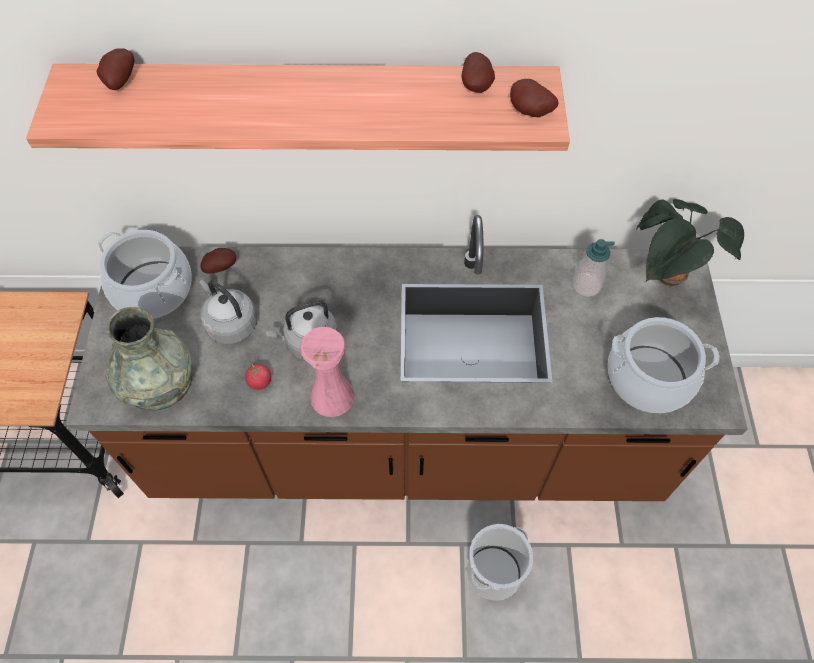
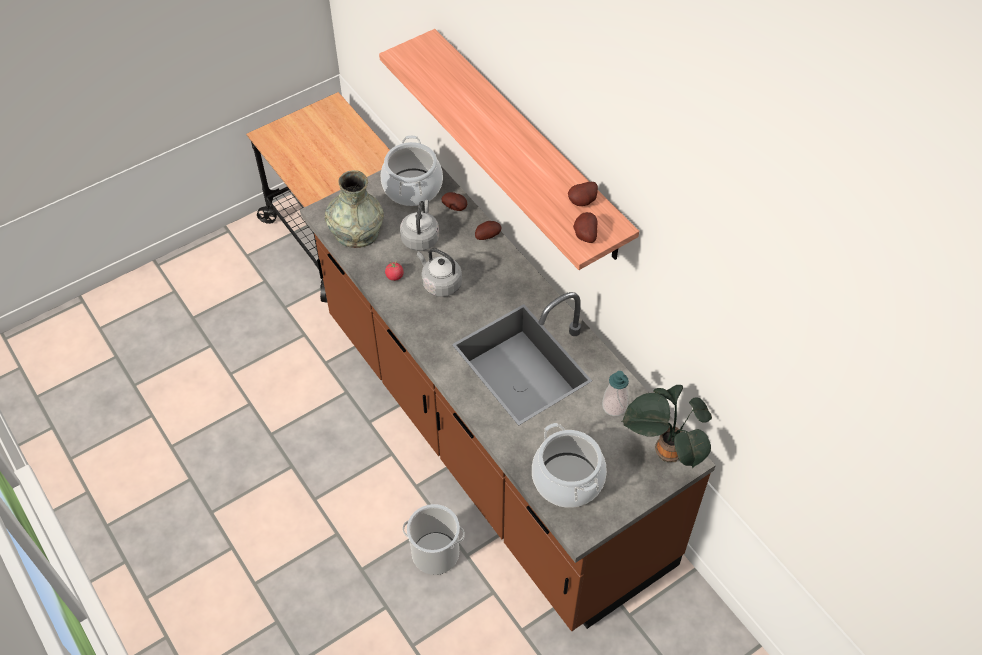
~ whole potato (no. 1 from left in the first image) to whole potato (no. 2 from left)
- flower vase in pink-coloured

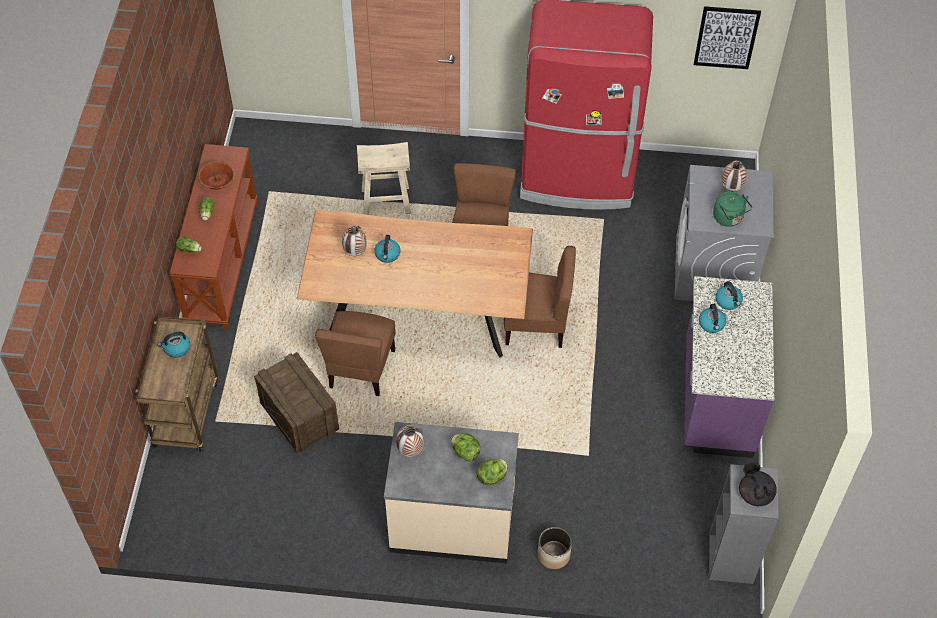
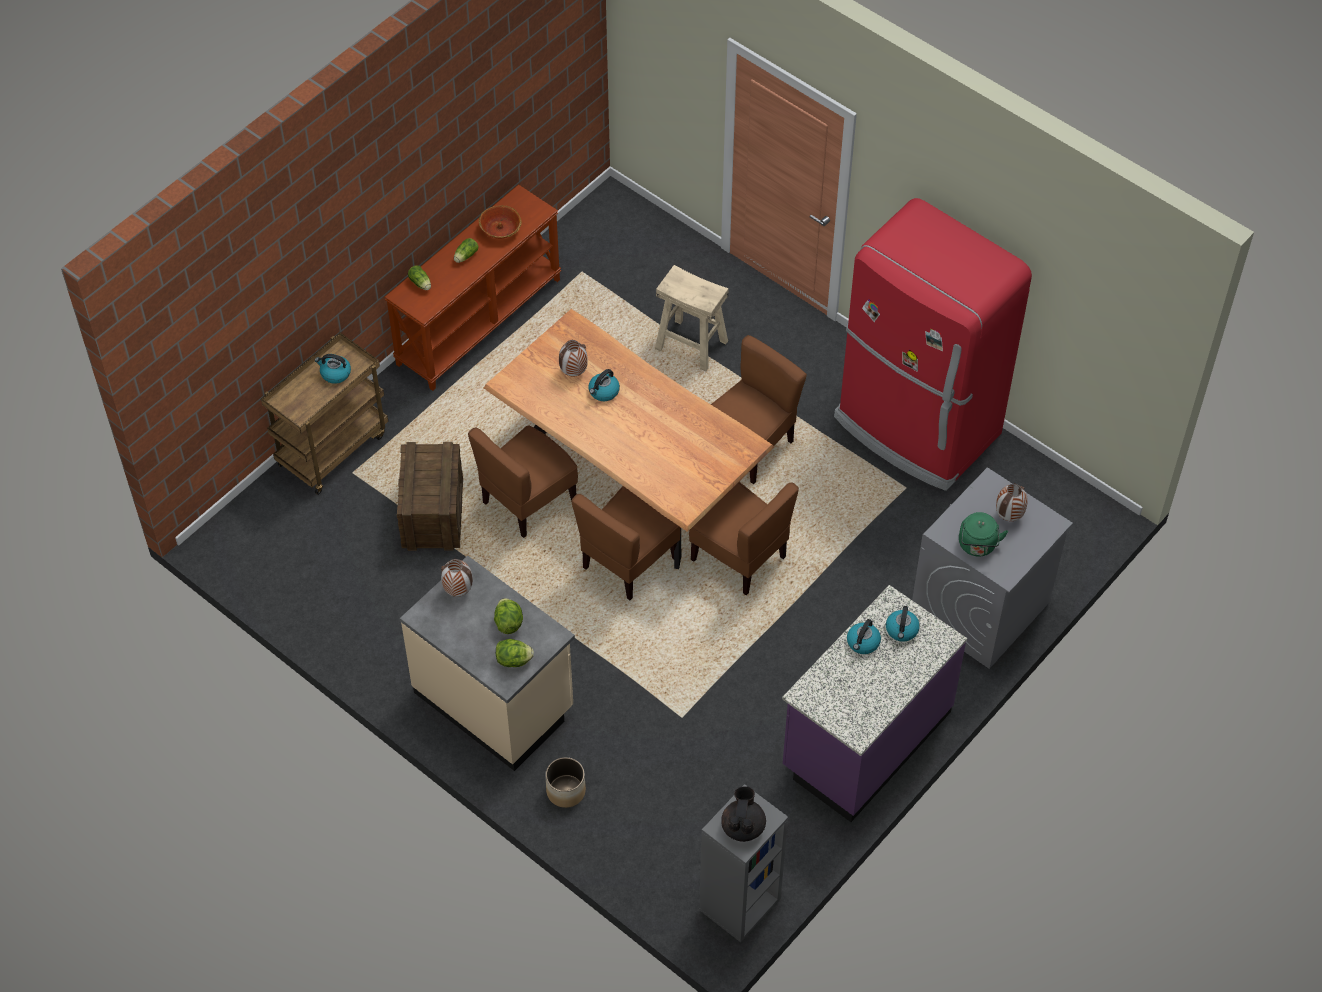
- wall art
+ upright chair in brownish (no. 2 from left)

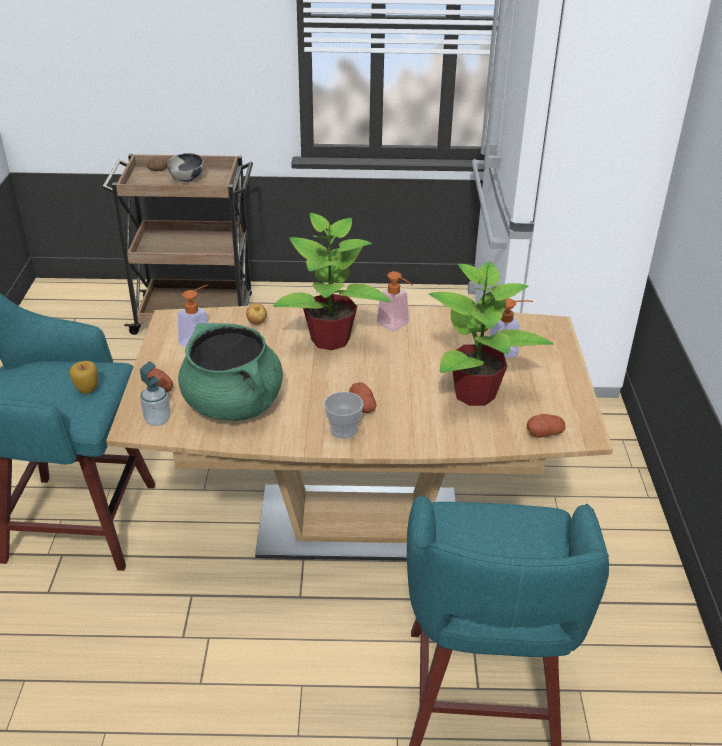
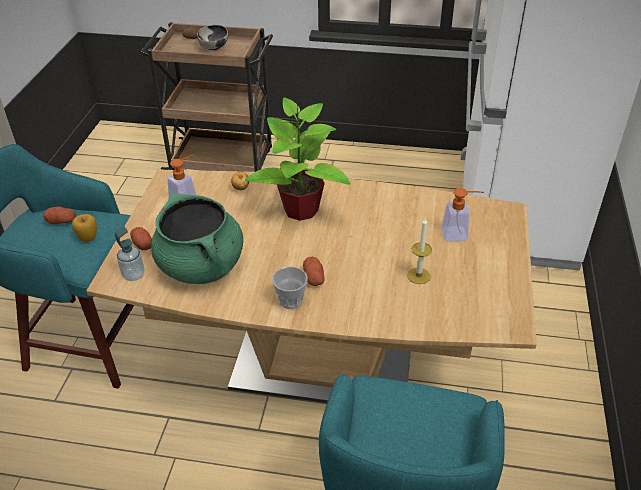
- liquid soap bottle (no. 3 from left)
~ plant in a pot (no. 2 from left) to wax light
~ whole potato (no. 4 from left in the first image) to whole potato (no. 1 from left)

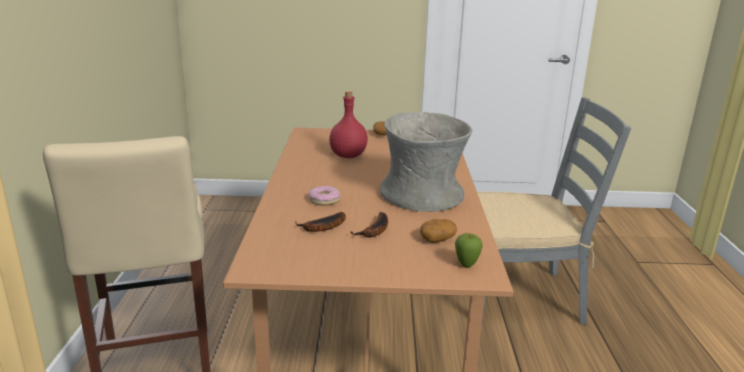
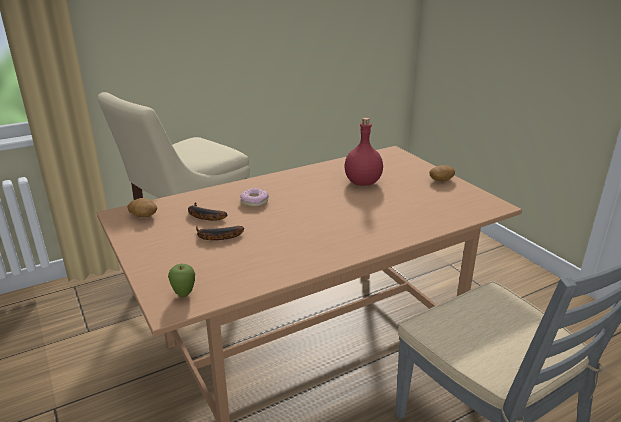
- flower vase in gray
~ whole potato (no. 2 from left in the first image) to whole potato (no. 1 from left)

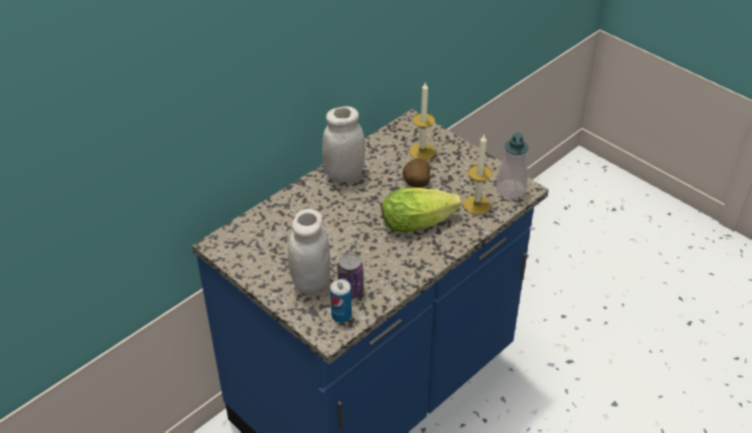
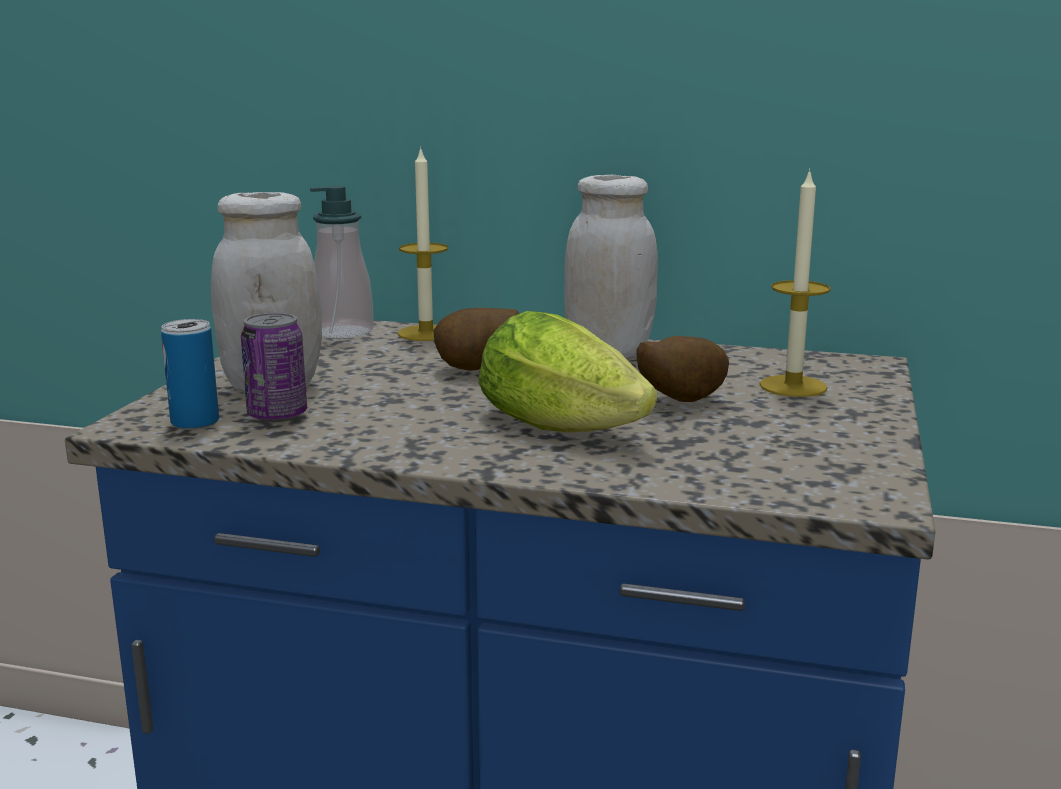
~ wax light (no. 2 from left in the first image) to wax light (no. 1 from left)
~ liquid soap bottle
+ whole potato (no. 1 from left)

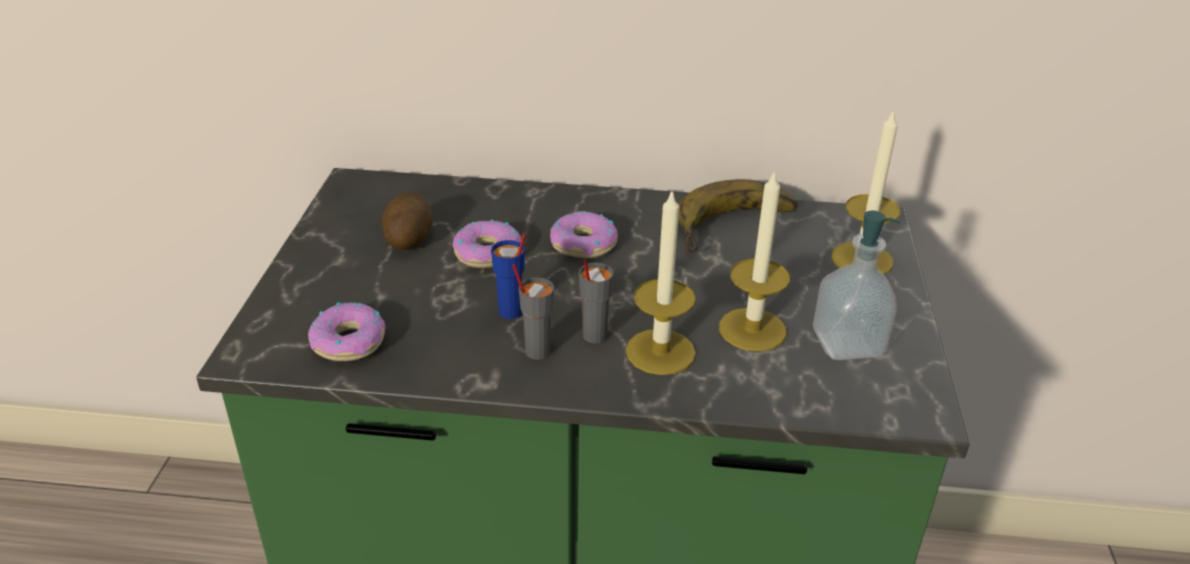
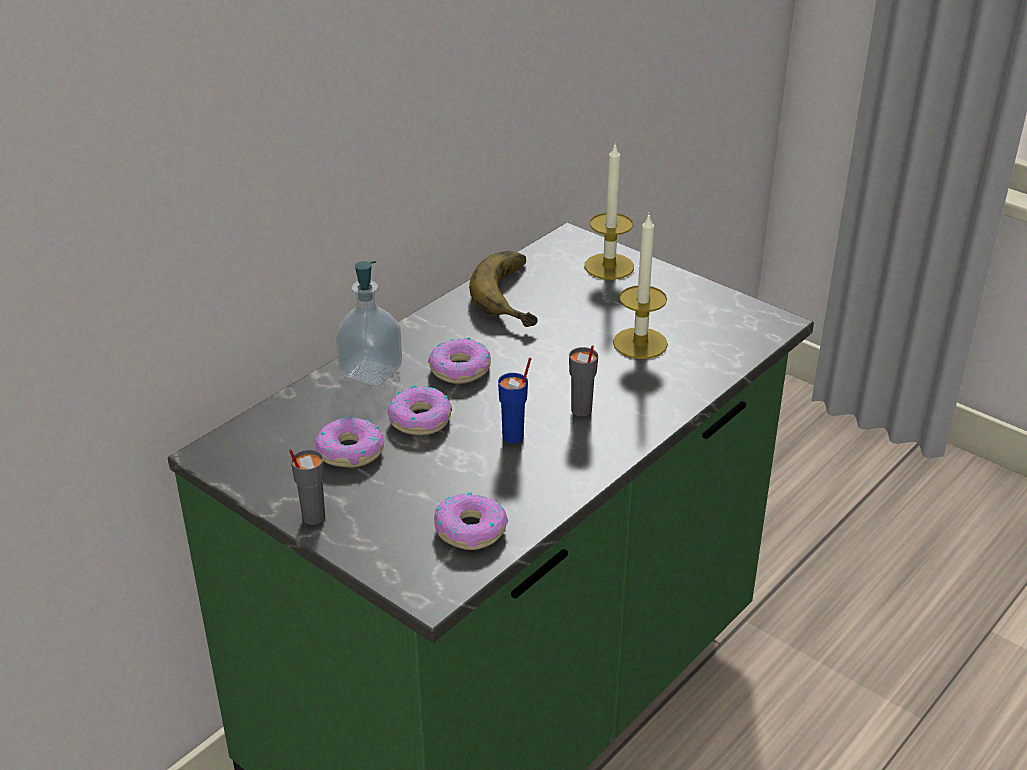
~ whole potato to doughnut (no. 1 from left)
~ cup in gray (no. 1 from left)
- wax light (no. 1 from left)
~ liquid soap bottle

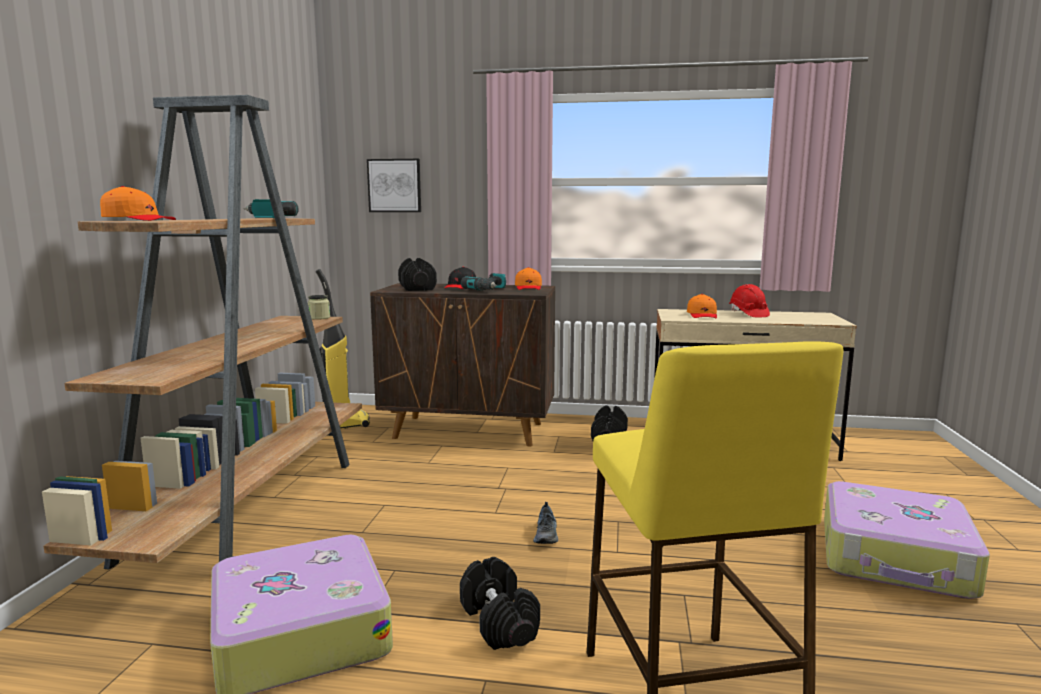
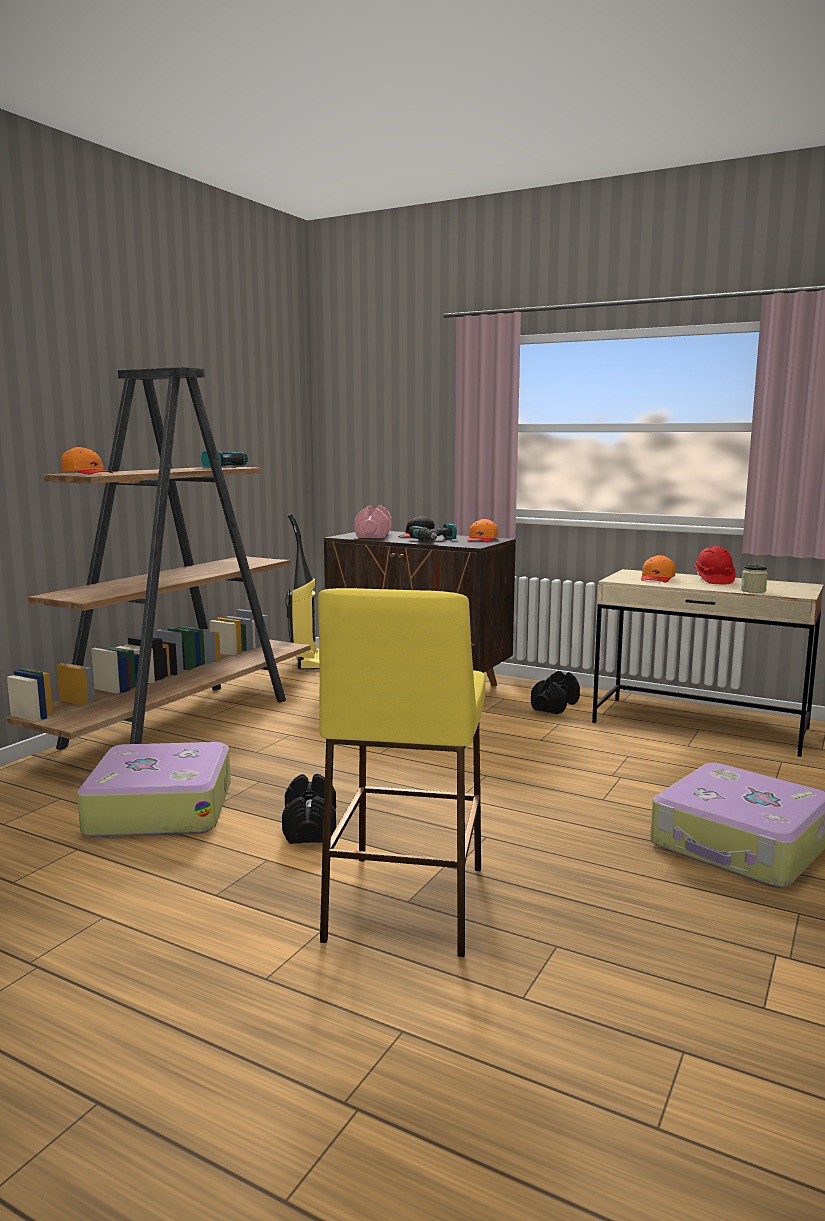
~ jar
- wall art
~ hand weight in blackish (no. 1 from left) to hand weight in pink-coloured
- item of footwear

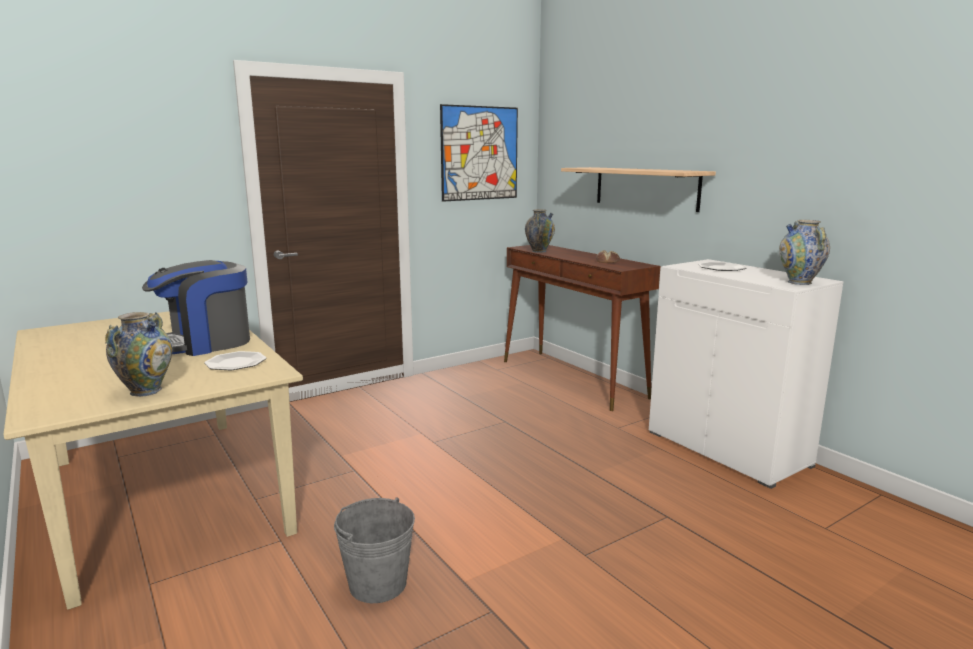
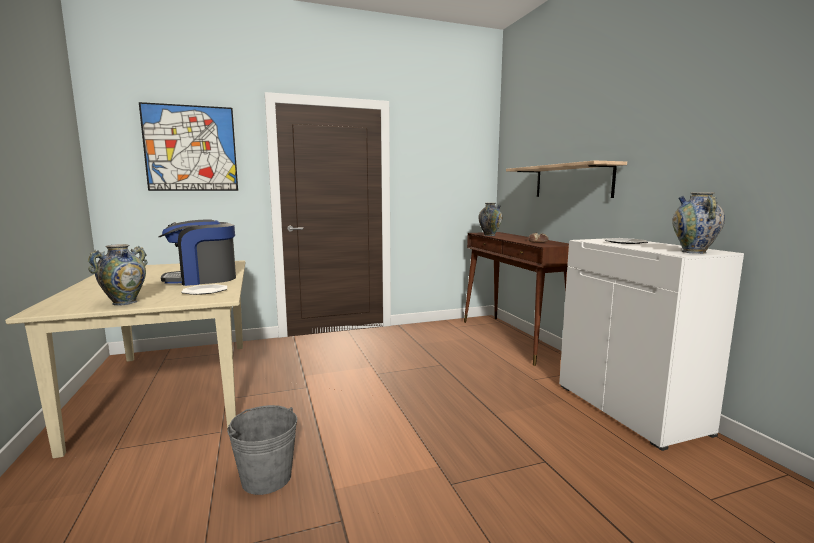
~ wall art

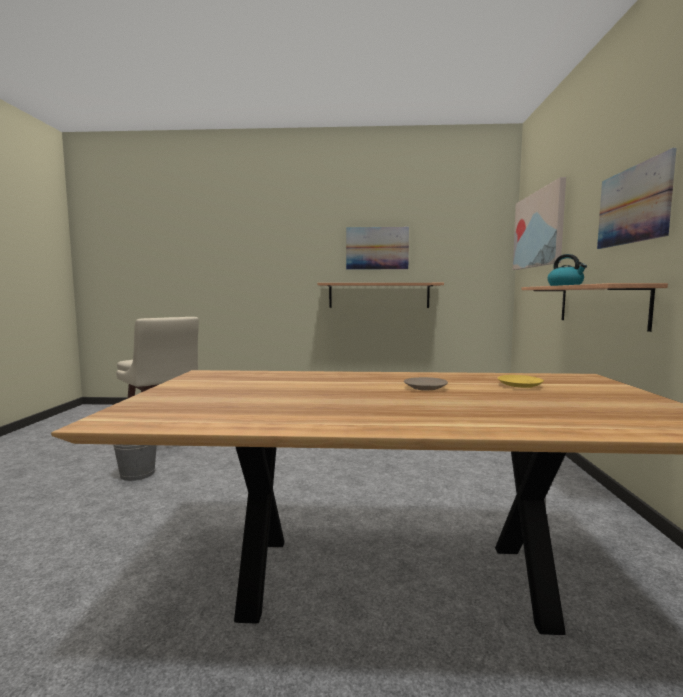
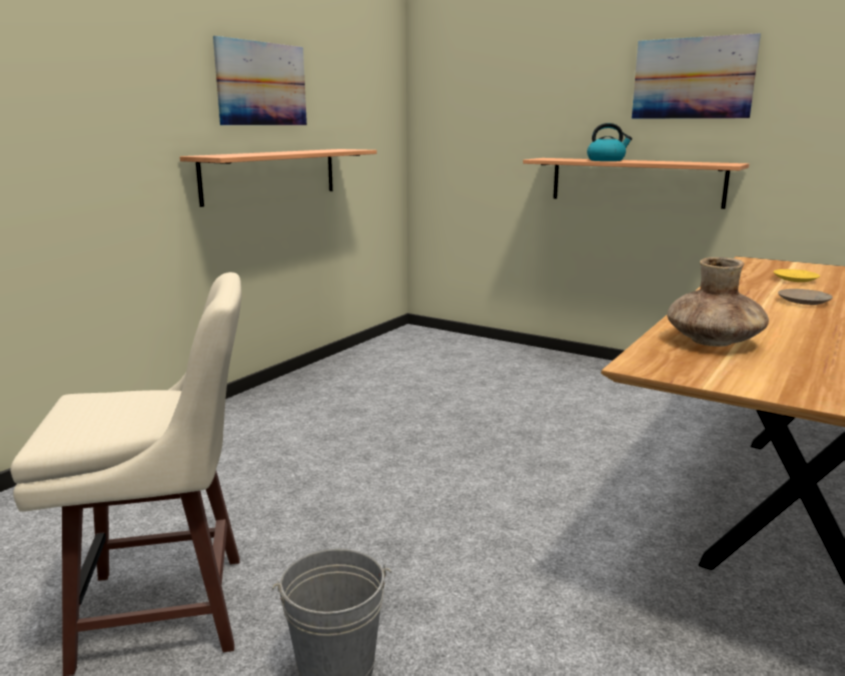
- wall art (no. 2 from left)
+ flower vase in brownish

